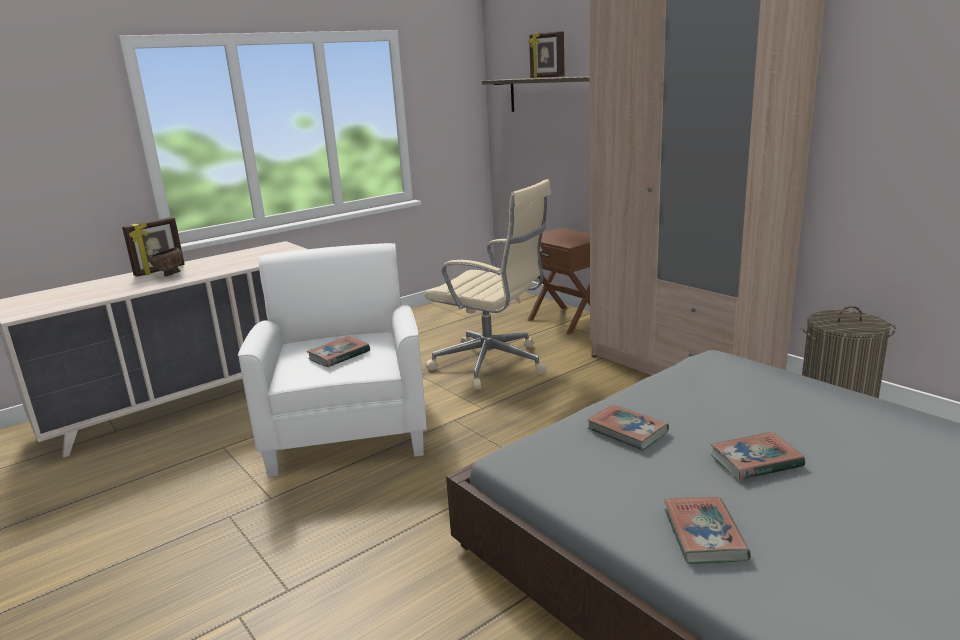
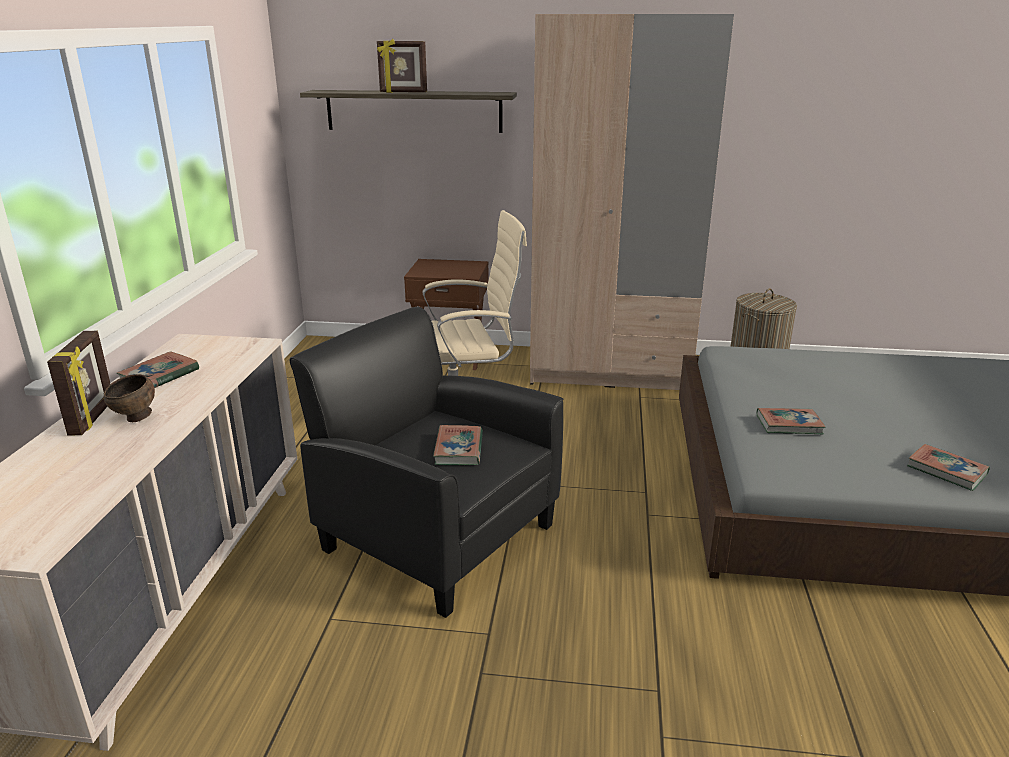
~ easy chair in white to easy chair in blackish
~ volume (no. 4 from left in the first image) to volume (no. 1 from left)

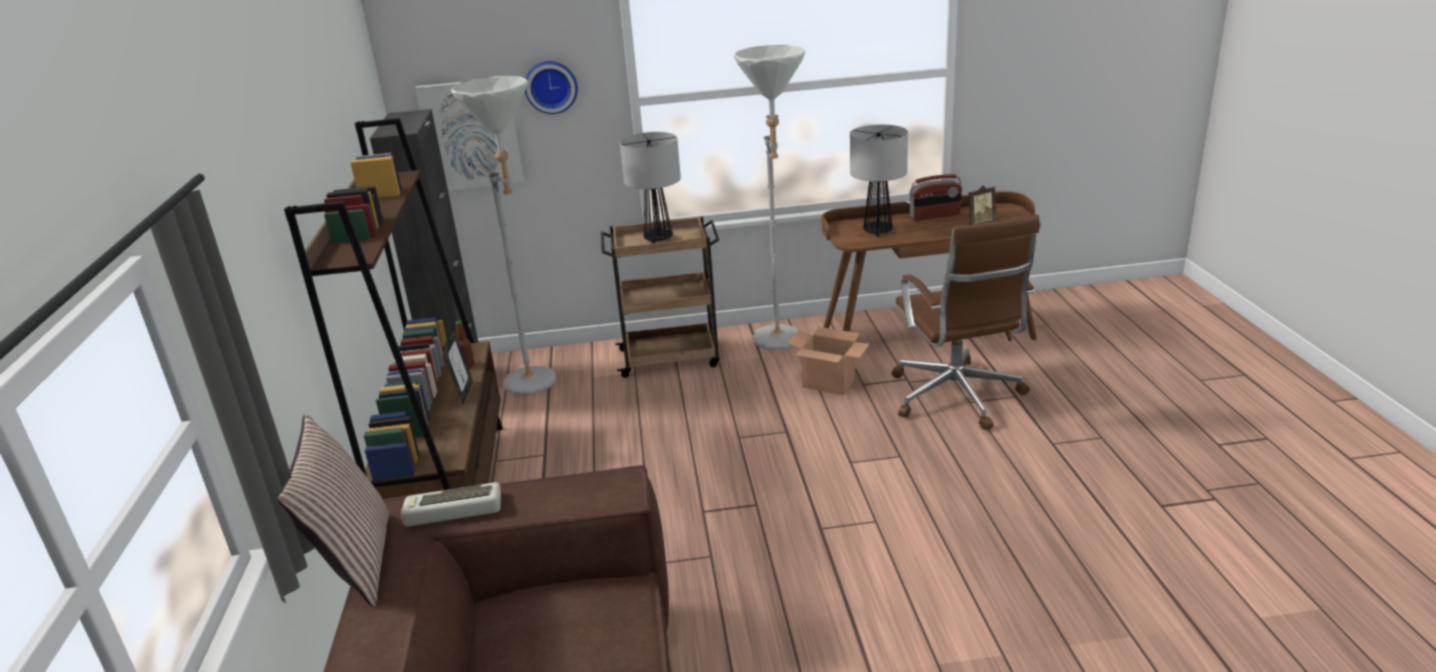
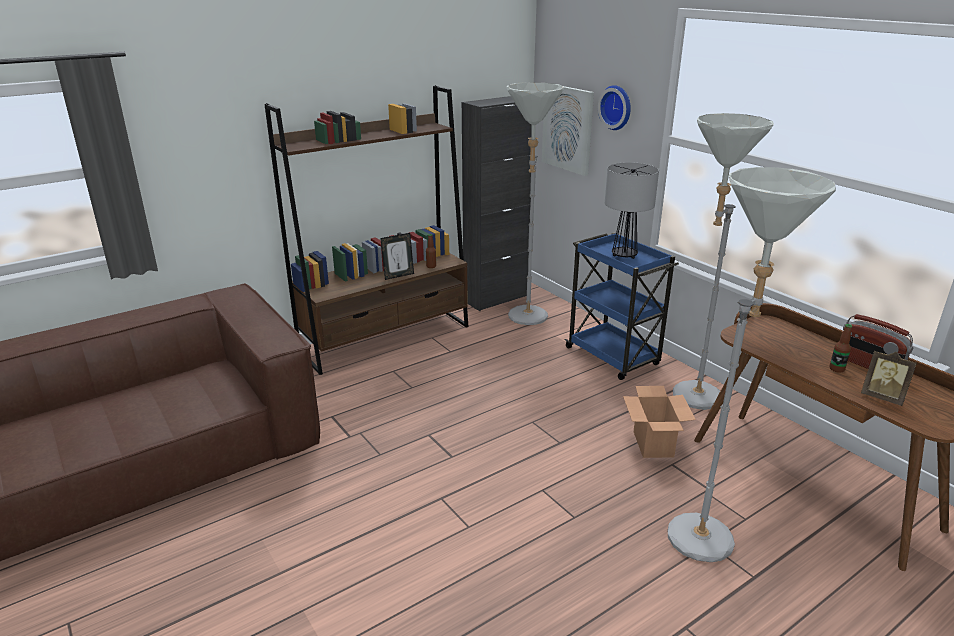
- cushion
- keyboard
~ cart in brownish to cart in blue
- lamp for a table (no. 2 from left)
~ desk chair in brownish to floor lamp in gray (no. 3 from left)
+ bottle (no. 2 from left)

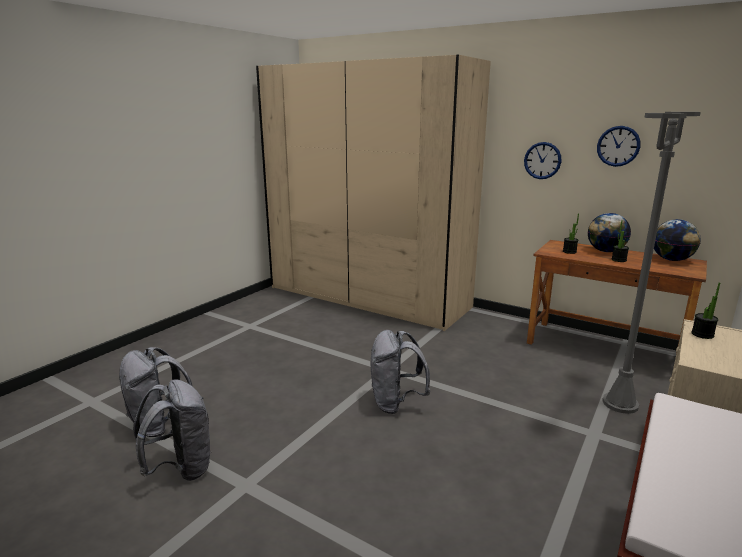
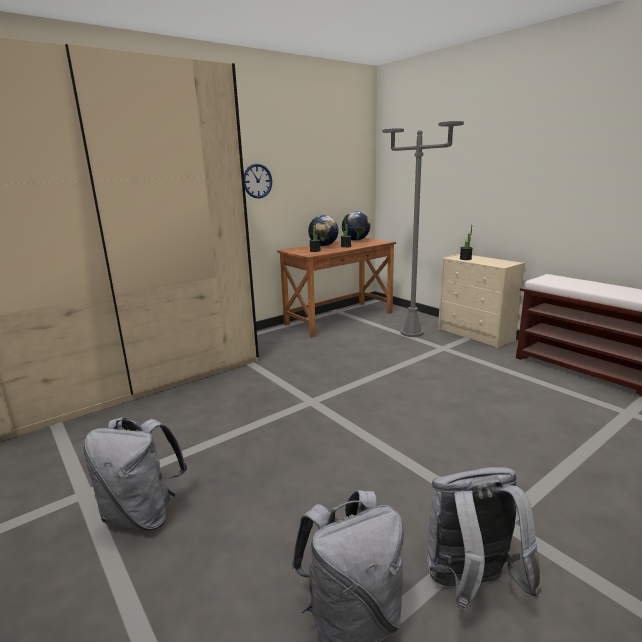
~ knapsack in gray (no. 3 from left in the first image) to knapsack in gray (no. 1 from left)
- hanging clock (no. 2 from left)

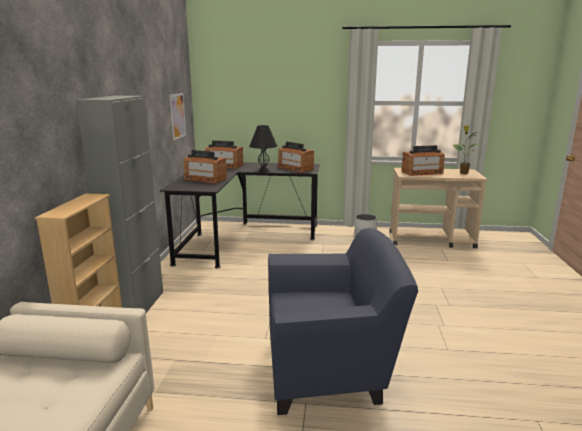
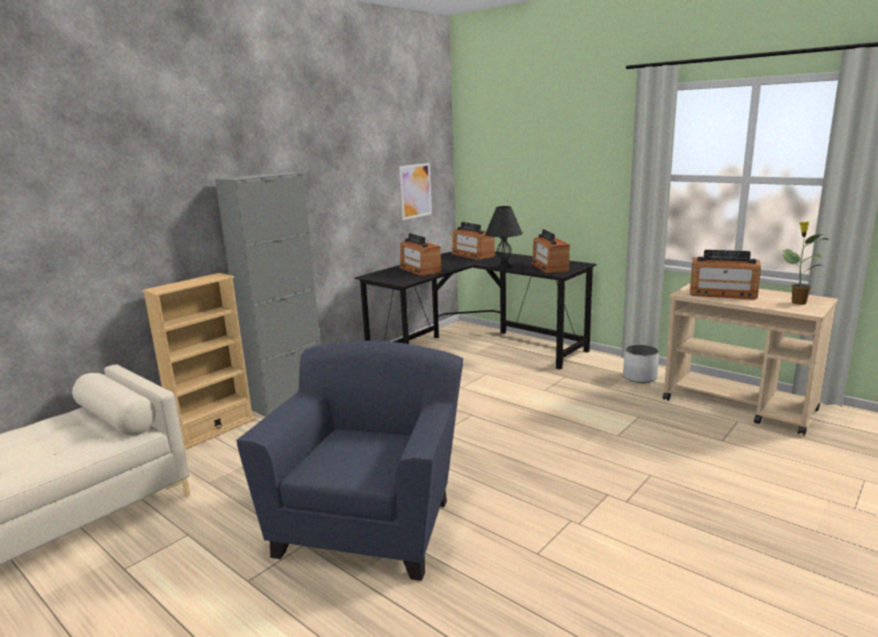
~ easy chair in blue 105 degrees counterclockwise

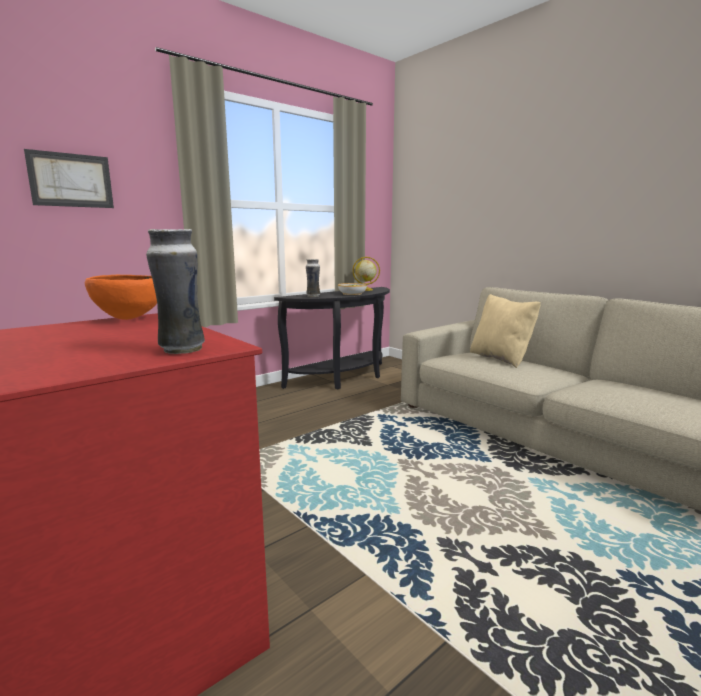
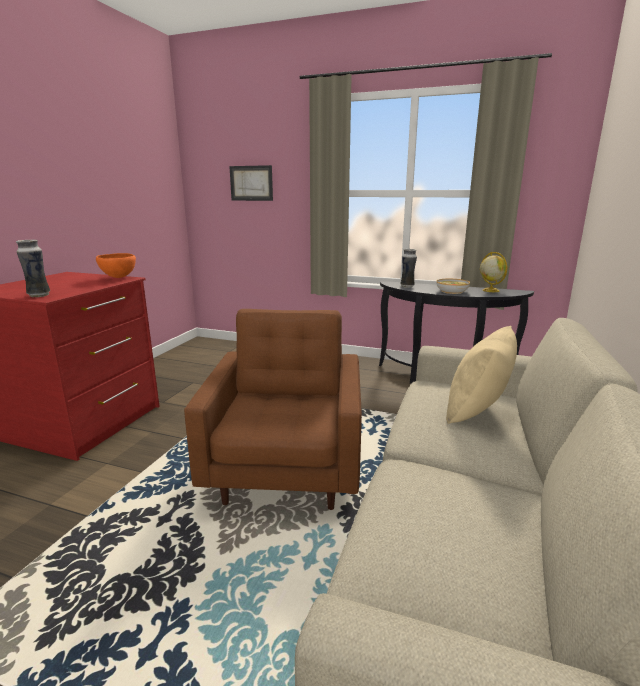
+ easy chair in brownish

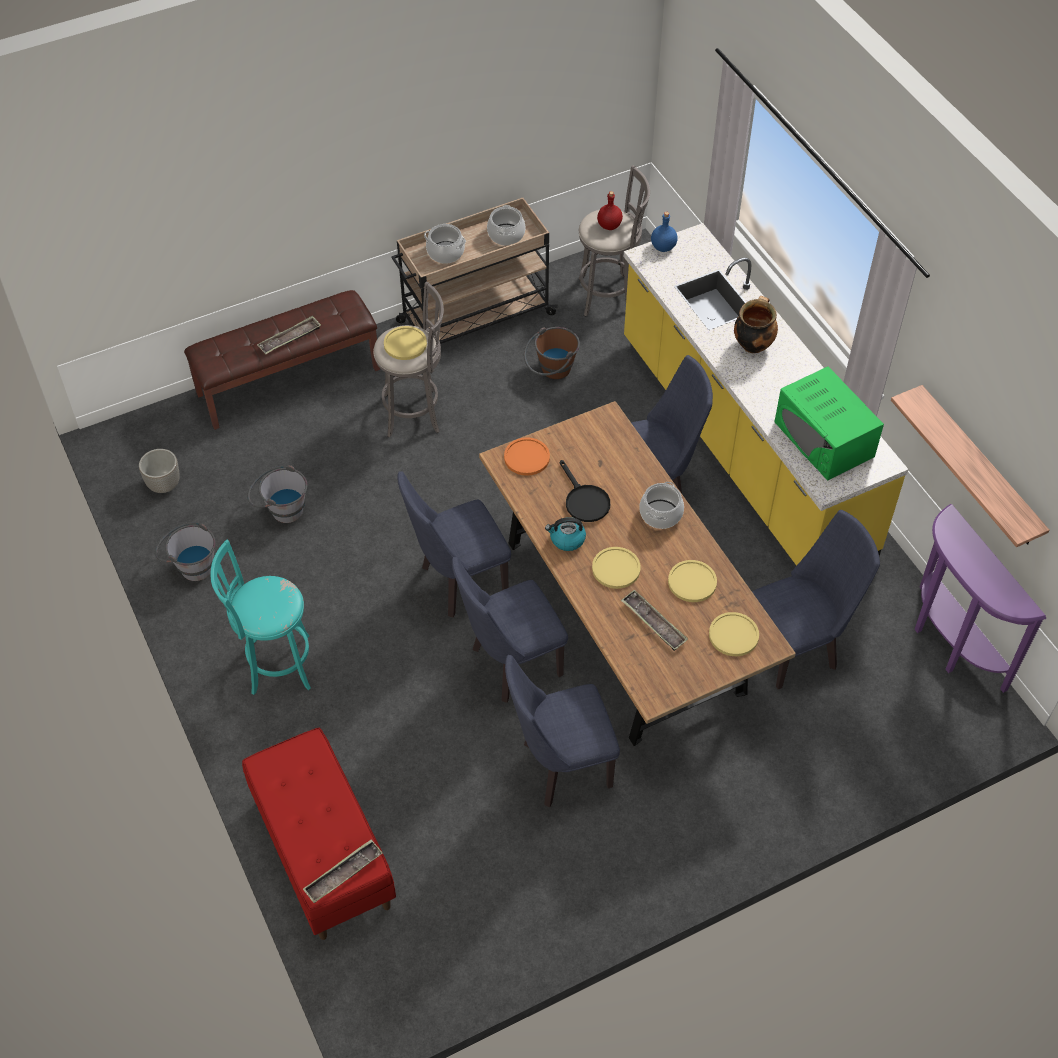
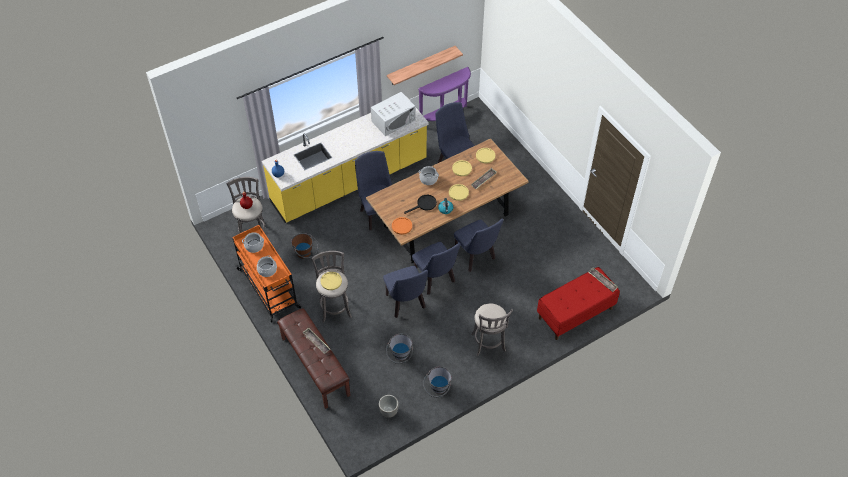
~ stool in turquoise to stool in gray (no. 3 from left)
~ cart in sand-coloured to cart in orange-coloured
~ upright chair in blue (no. 3 from left in the first image) to upright chair in blue (no. 2 from left)
- saucepot (no. 4 from left)
~ kitchen microwave in green to kitchen microwave in white

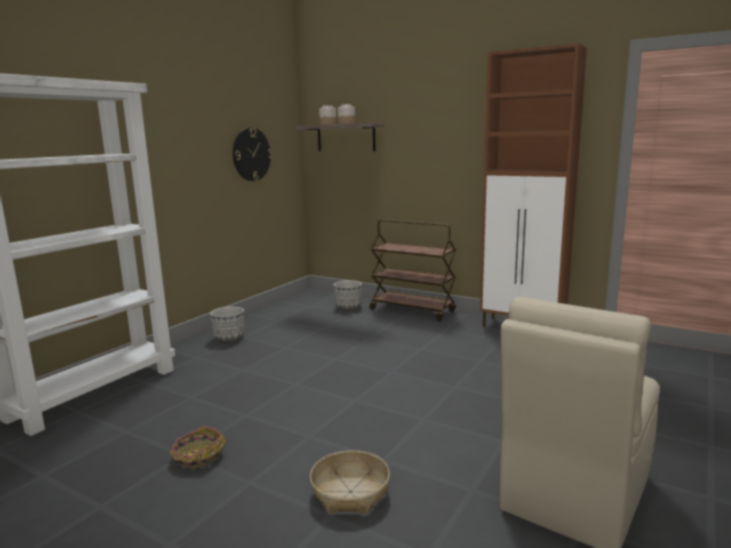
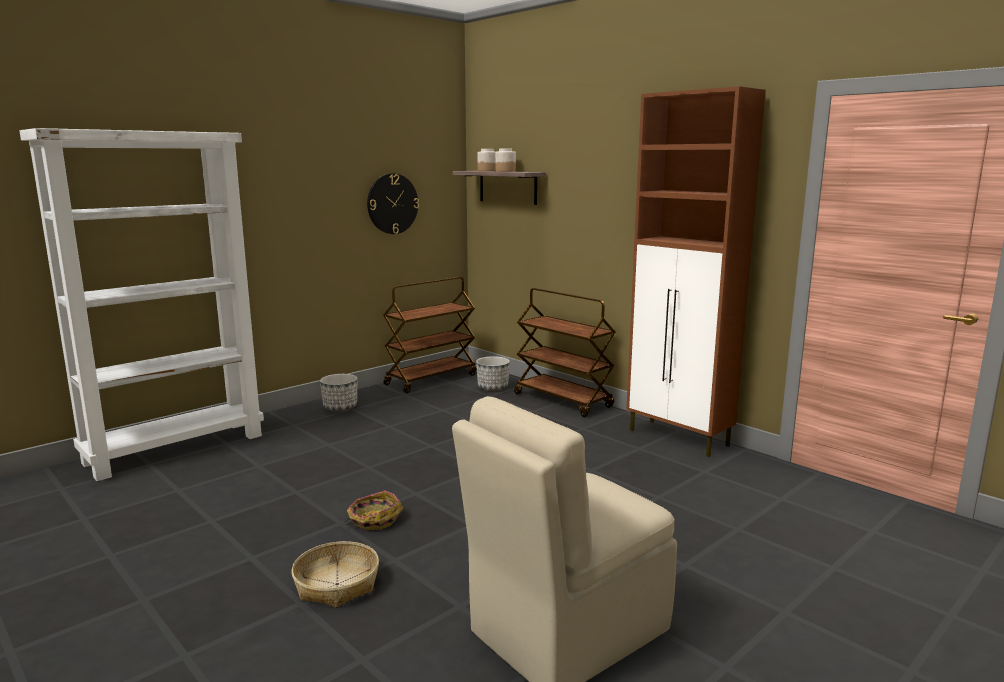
~ basket (no. 1 from left in the first image) to basket (no. 2 from left)
+ cart in brownish (no. 1 from left)

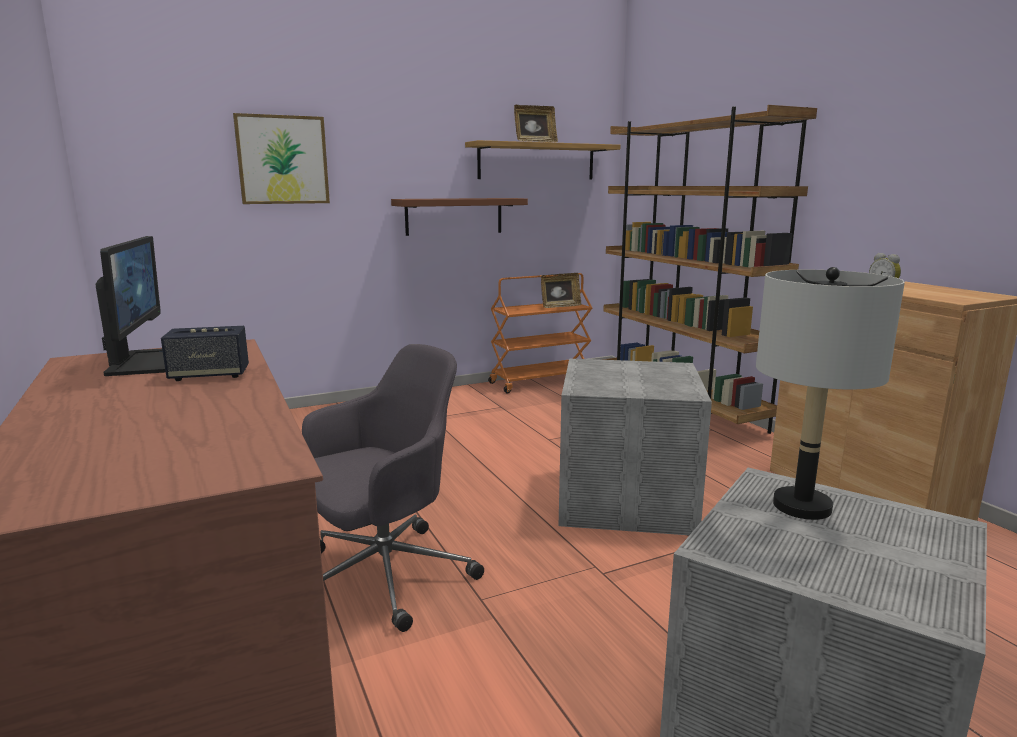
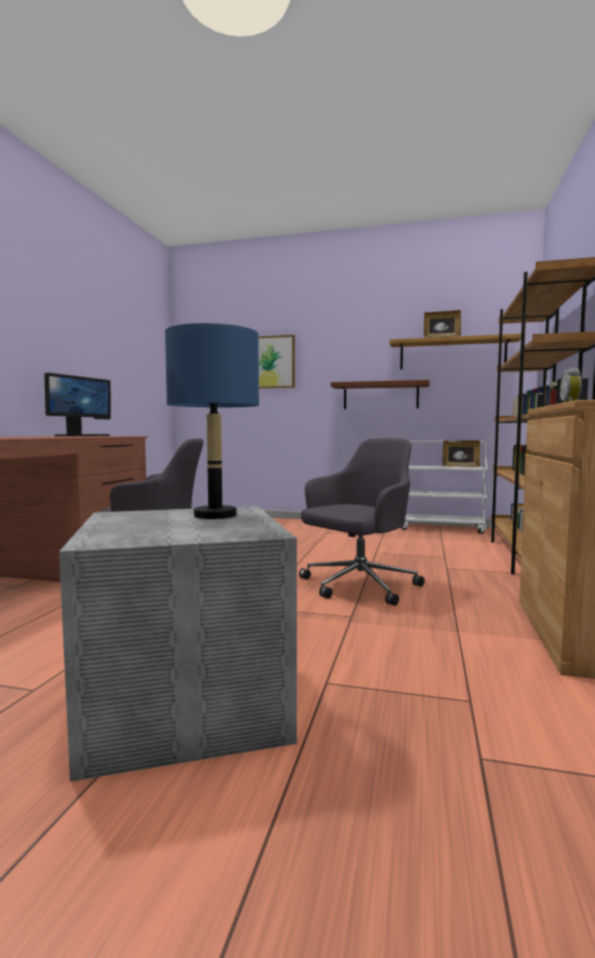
- speaker
~ cart in orange-coloured to cart in white
~ storage bin in gray (no. 1 from left) to desk chair in gray (no. 2 from left)
~ lamp for a table in gray to lamp for a table in blue

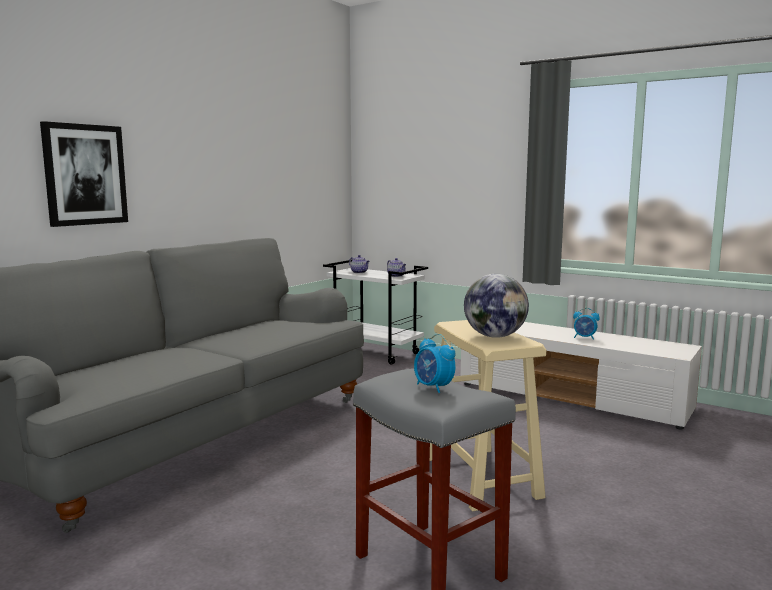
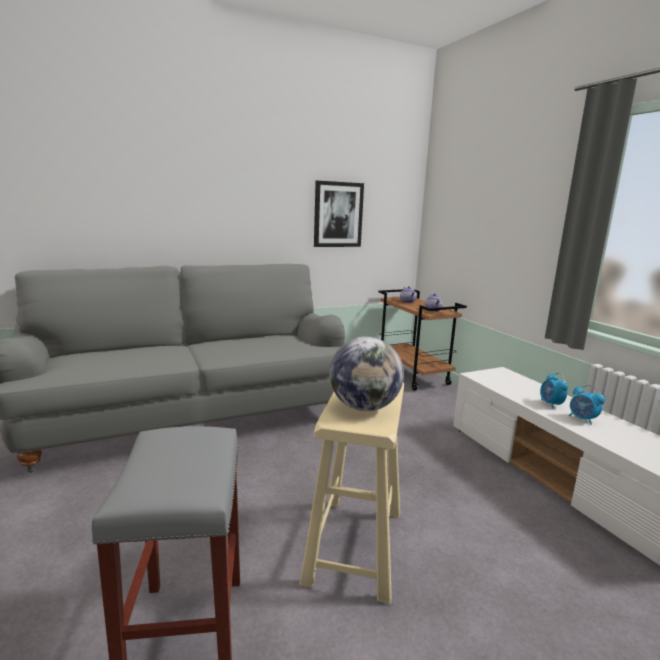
~ wall art
~ cart in white to cart in brownish
~ alarm clock (no. 1 from left)

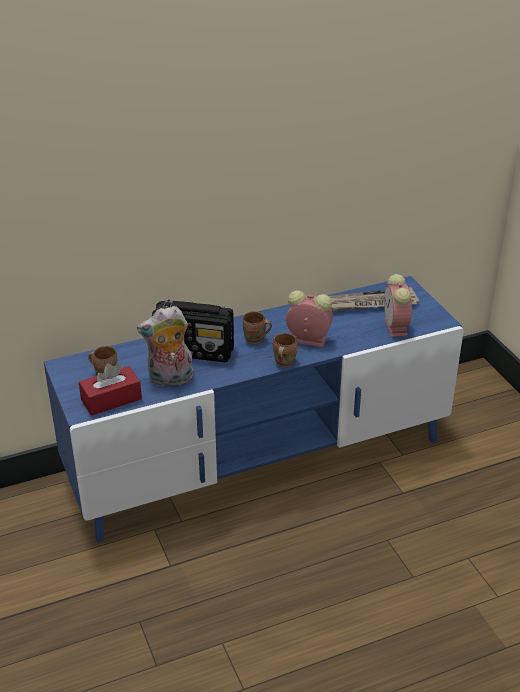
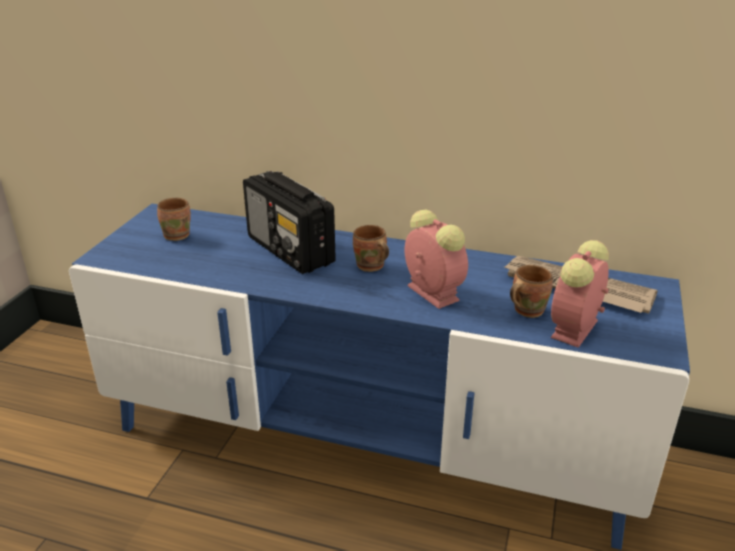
- box of tissues in red-coloured
- soft toy
~ tea mug in brownish (no. 3 from left)

